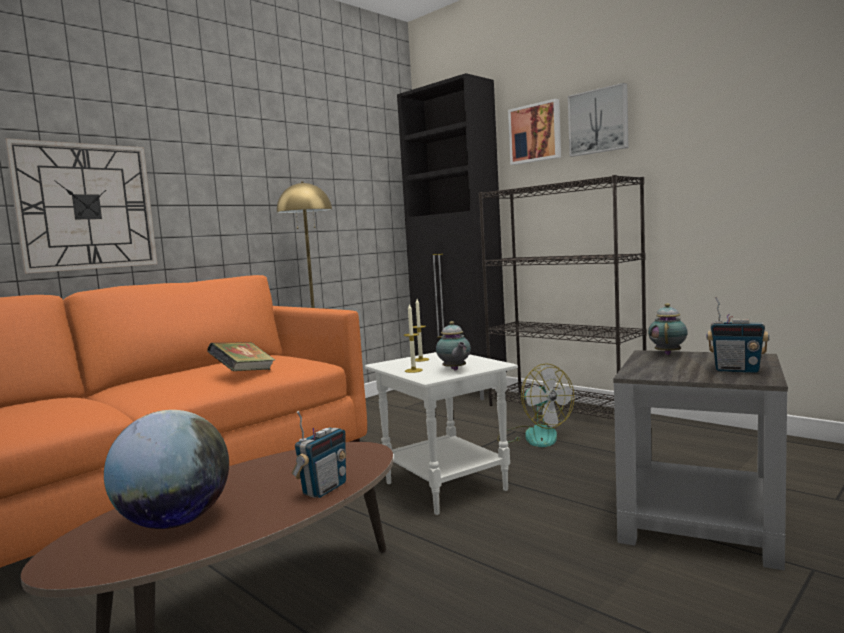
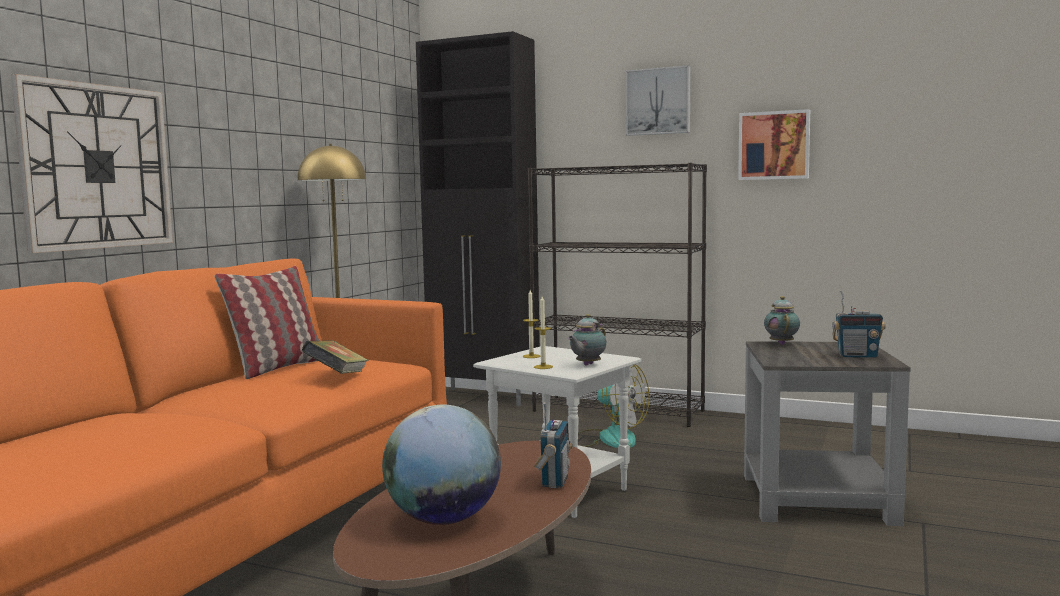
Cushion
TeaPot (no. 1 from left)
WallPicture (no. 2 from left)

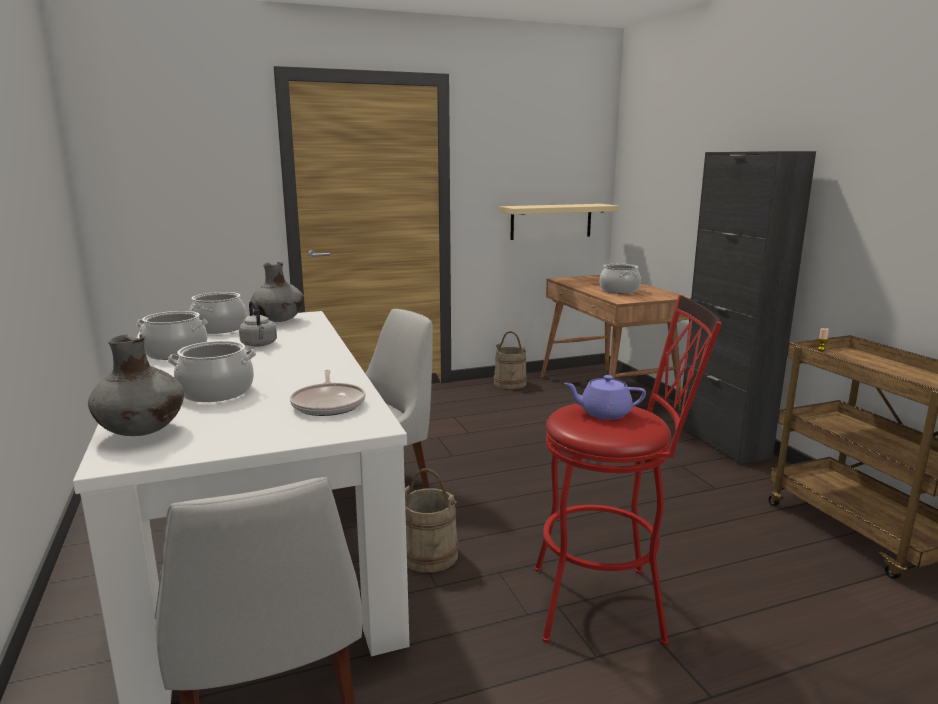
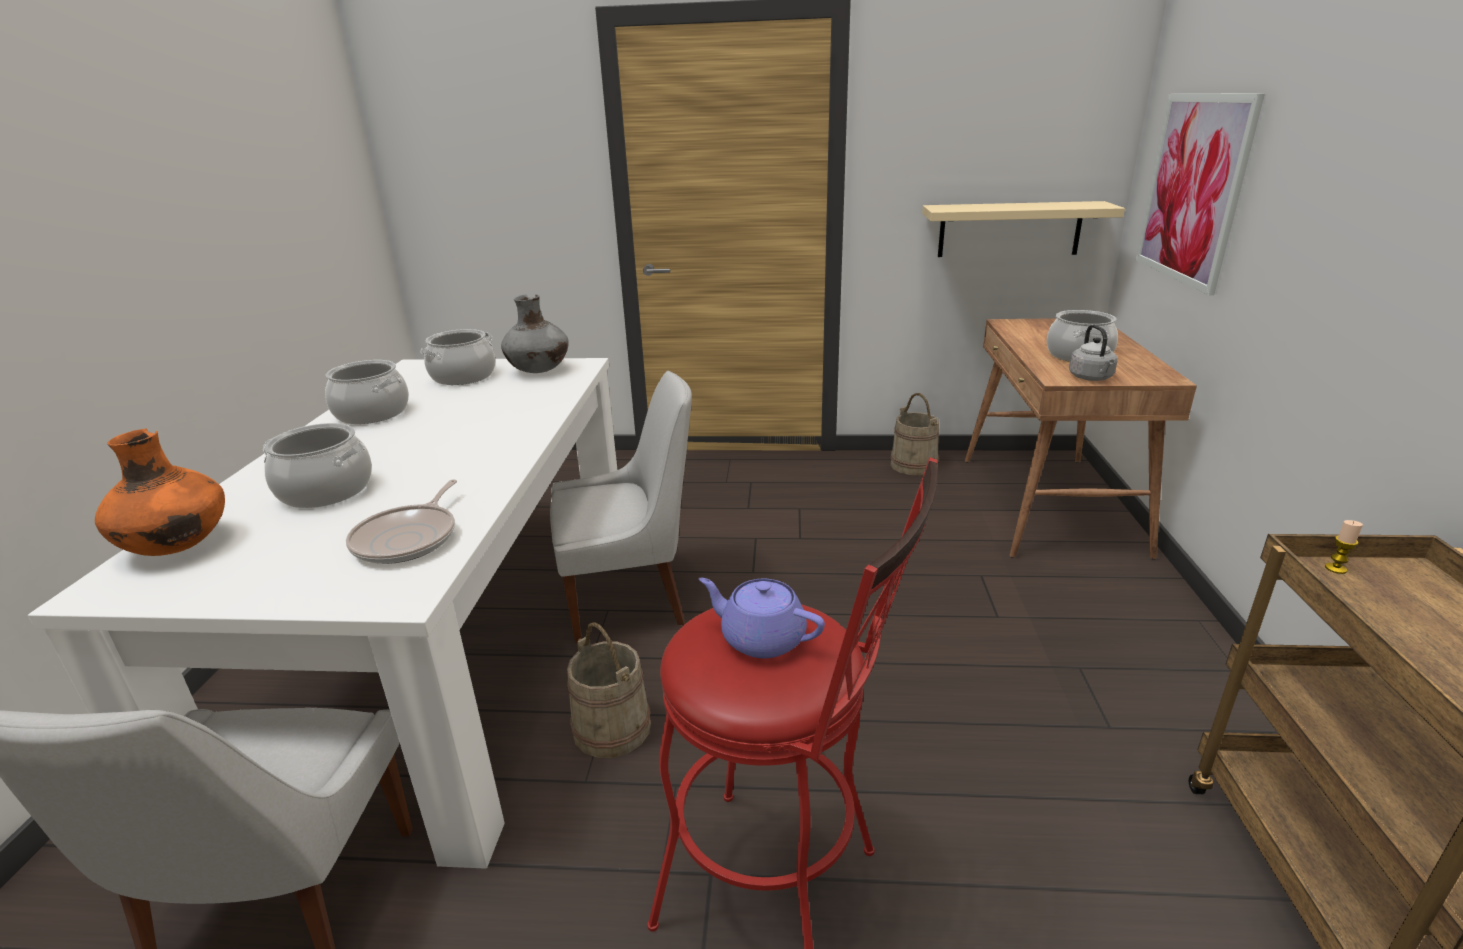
OrangeyFlowerVase
GreyishWaterKettle
WallPicture
BlackStorageCabinet

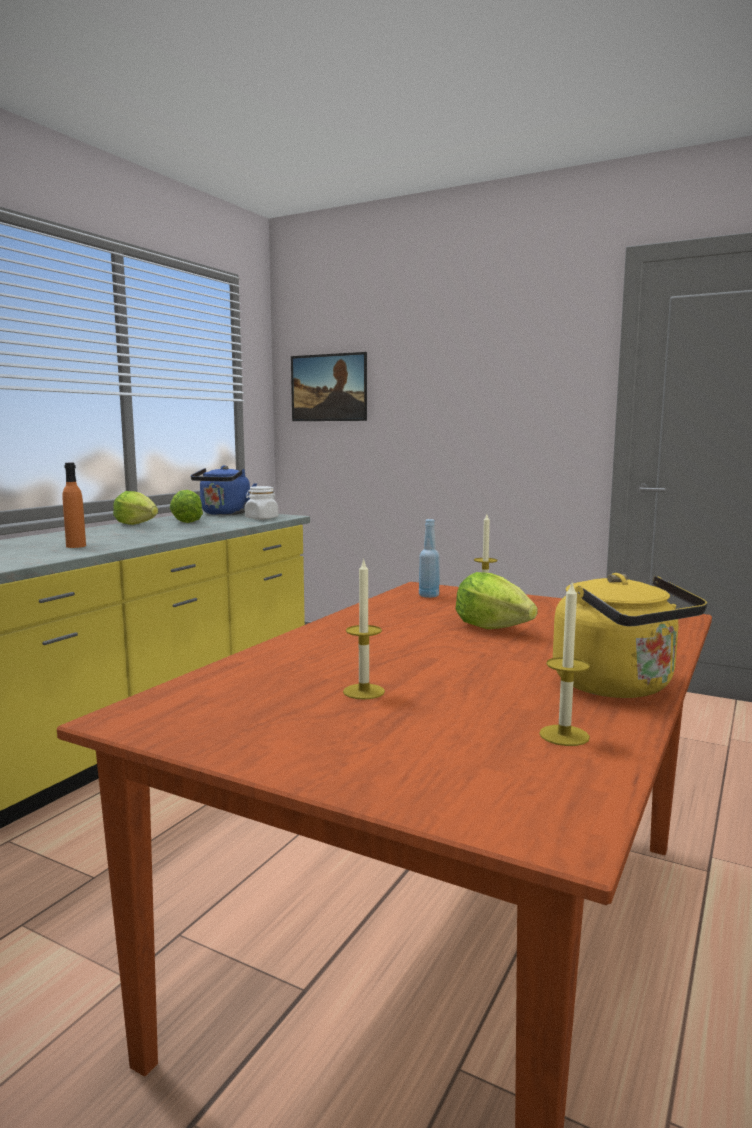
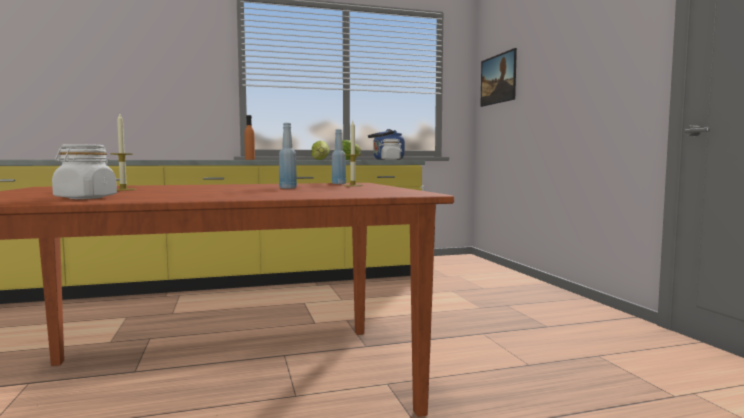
WhiteColouredJar (no. 1 from left)
BlueBeverageBottle (no. 1 from left)
YellowishWaterKettle

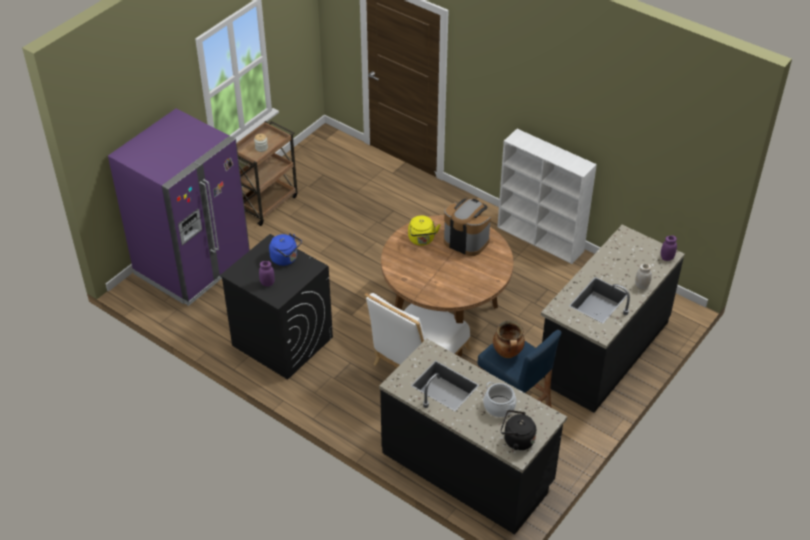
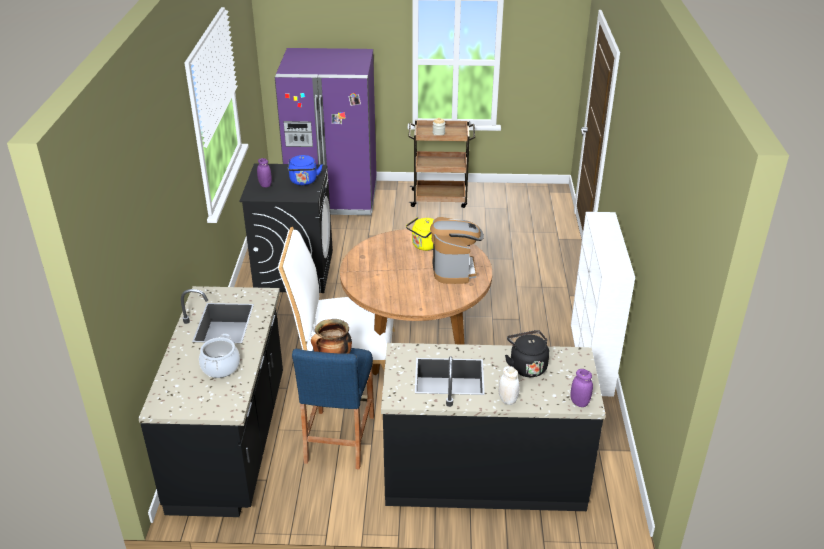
BlackWaterKettle

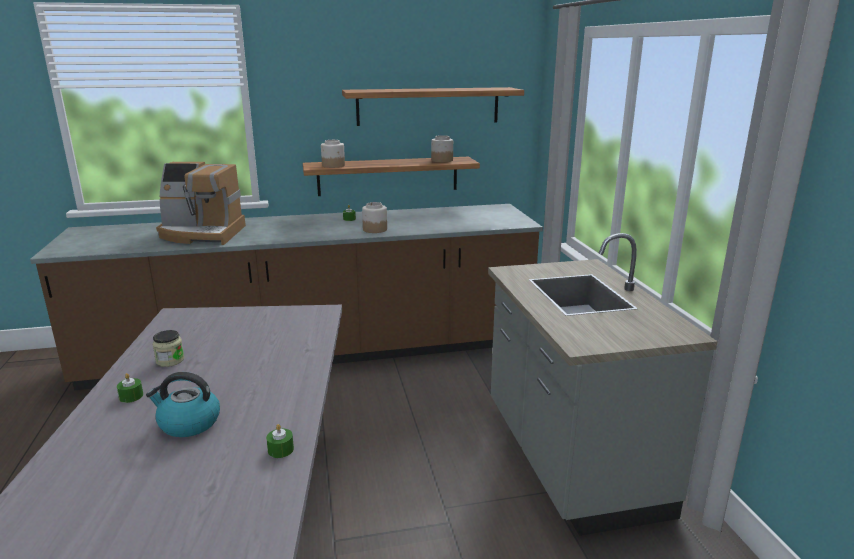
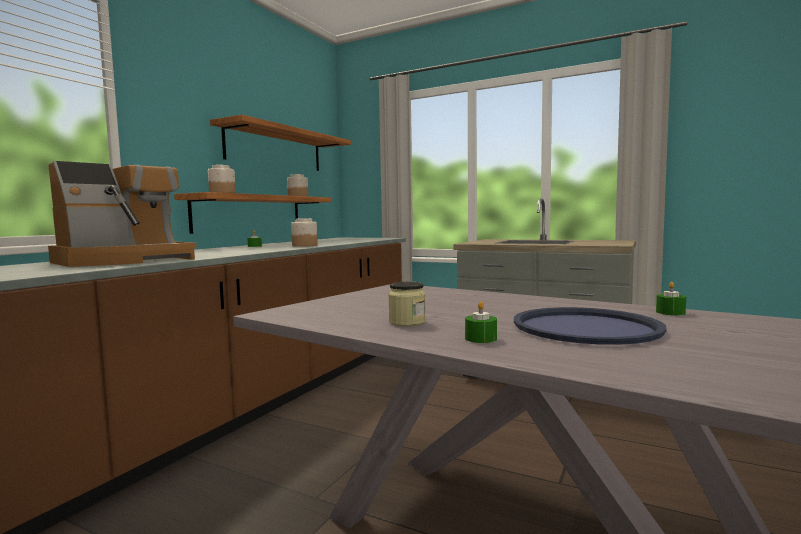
BlueCarryingTray

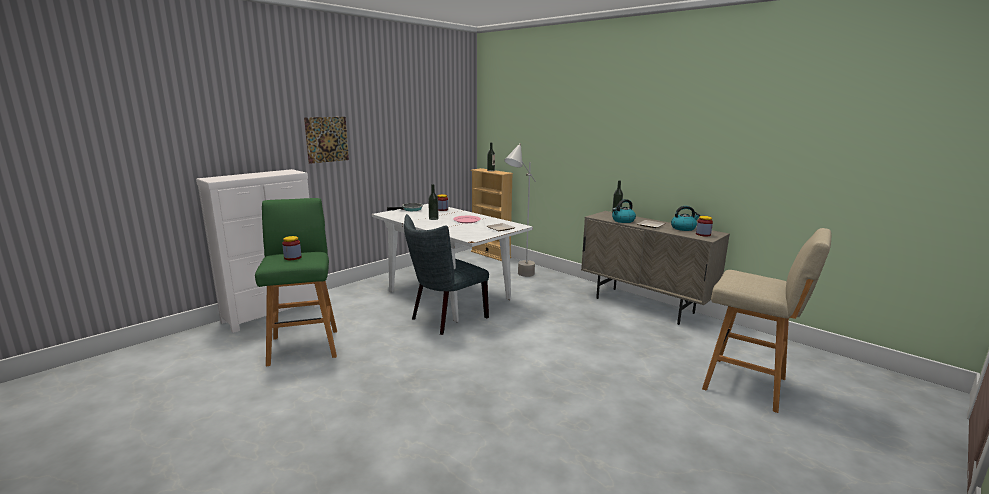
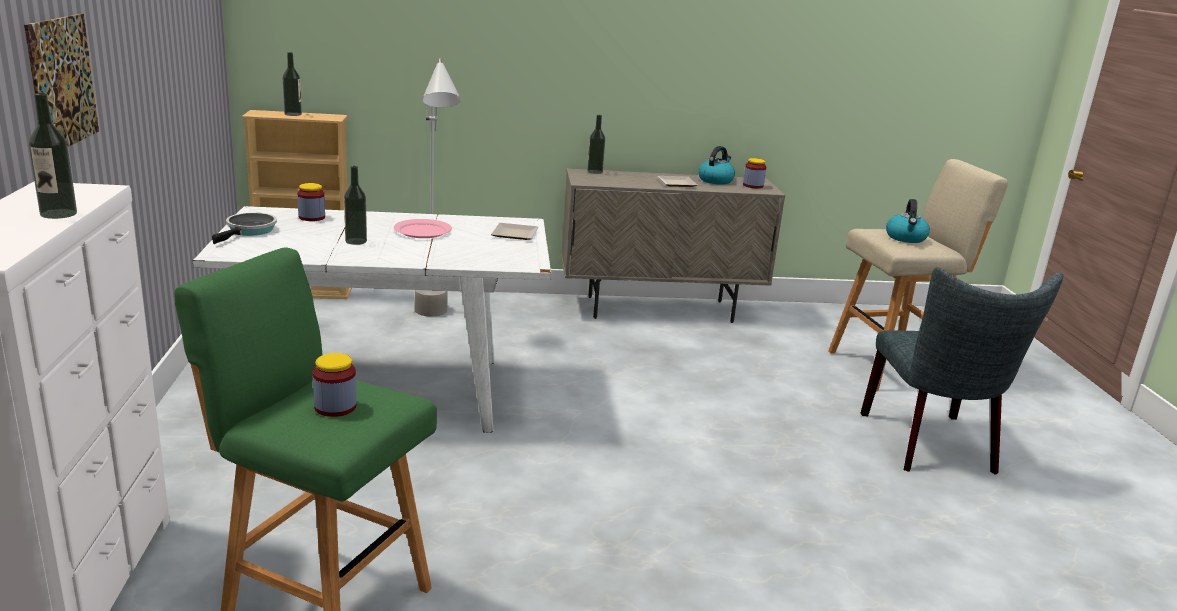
BeverageBottle (no. 1 from left)
GreyishUprightChair
WaterKettle (no. 2 from left)

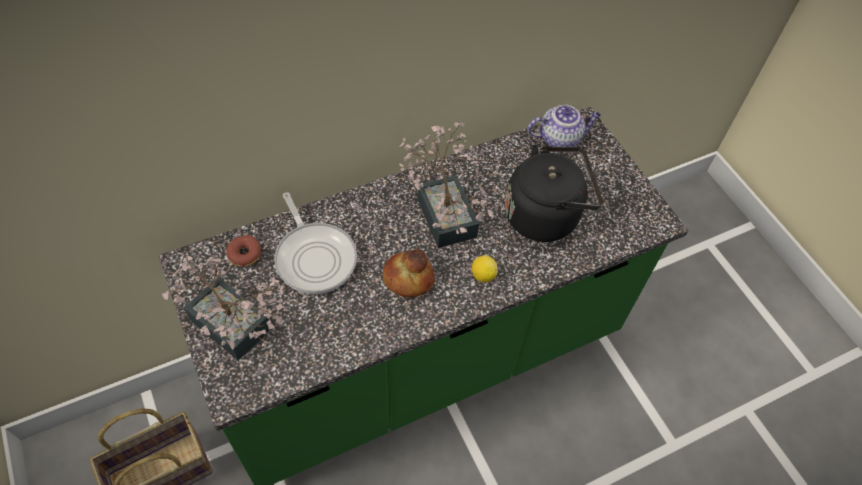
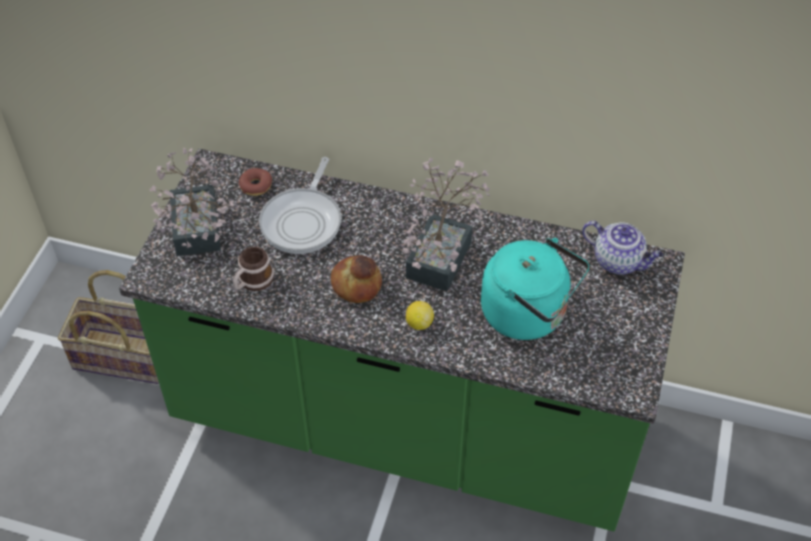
Mug
TurquoiseWaterKettle

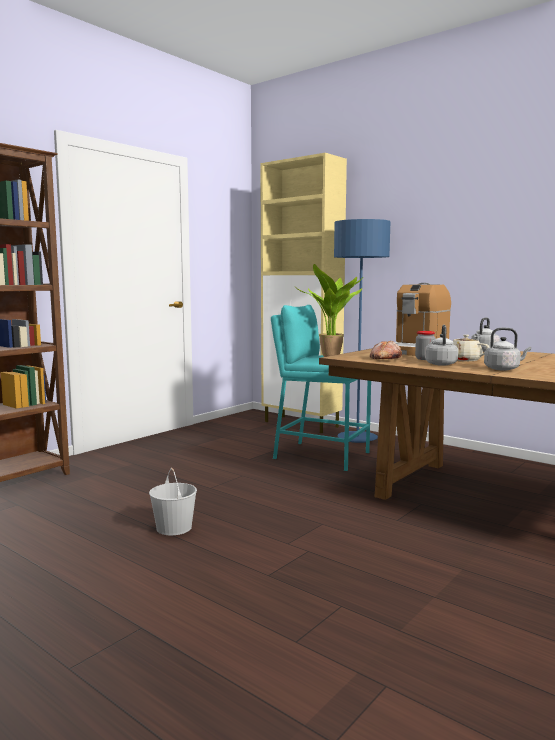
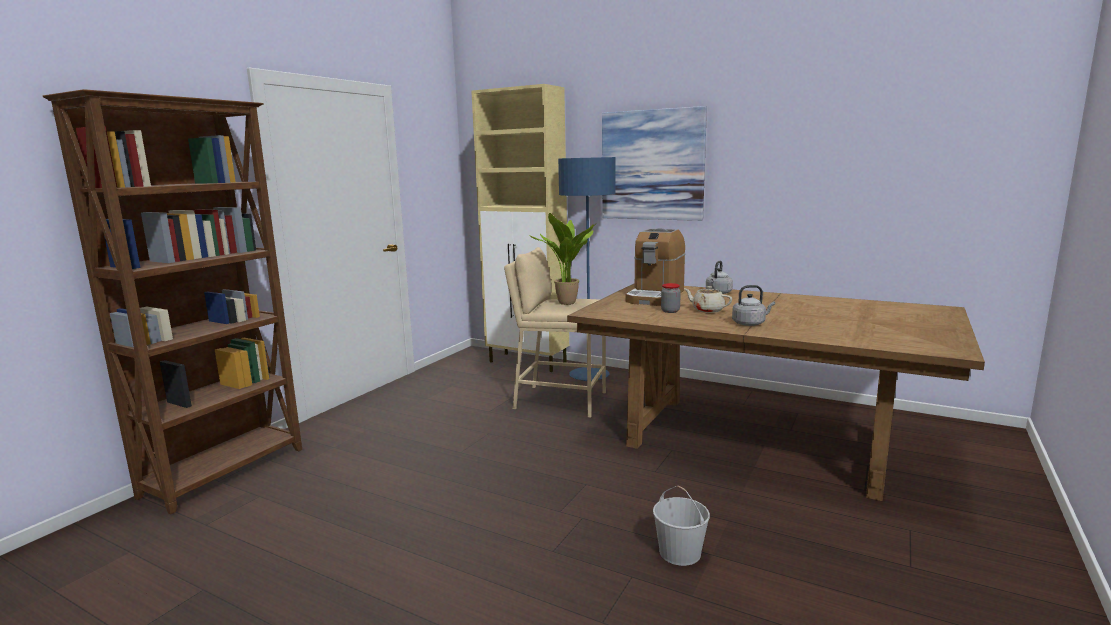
BeigeSittingStool
WallPicture
WhiteColouredWaterBucket
Bread
GreyishWaterKettle (no. 1 from left in the first image)

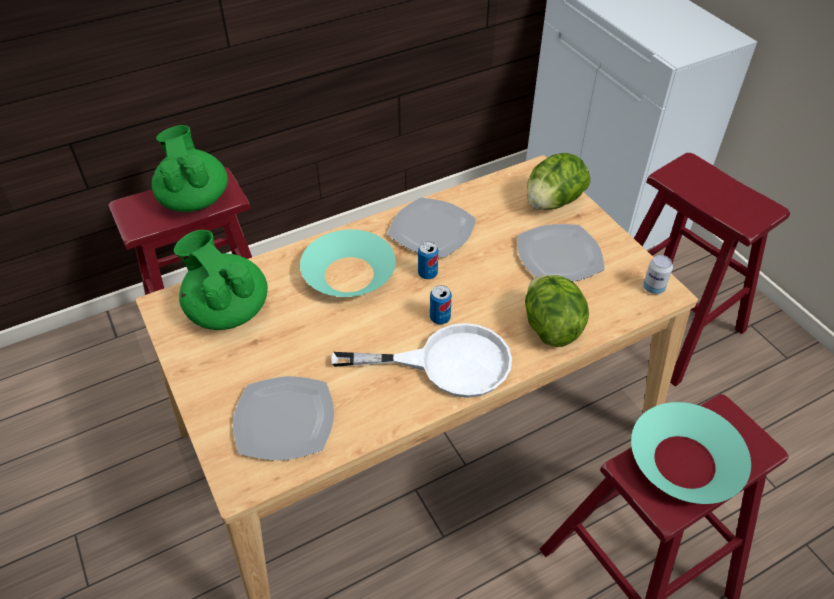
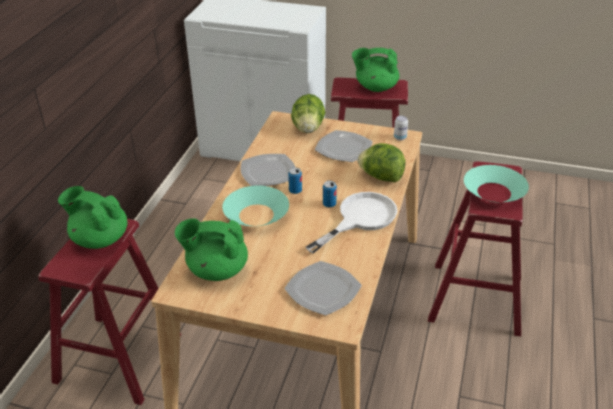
GreenColouredTeaPot (no. 3 from left)

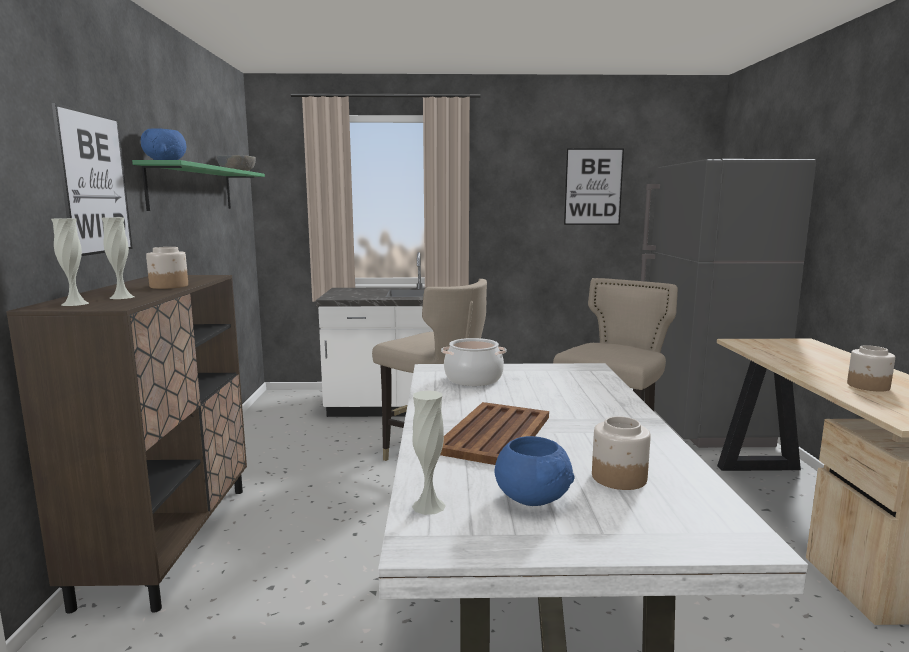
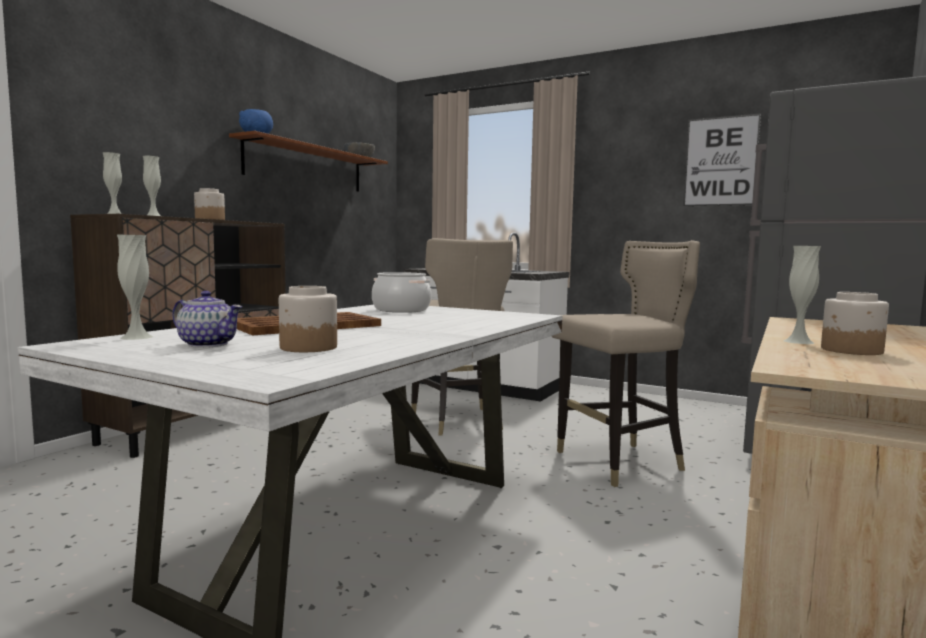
TeaPot
BrownWallShelf
WhiteColouredFlowerVase (no. 4 from left)
WallPicture (no. 1 from left in the first image)

